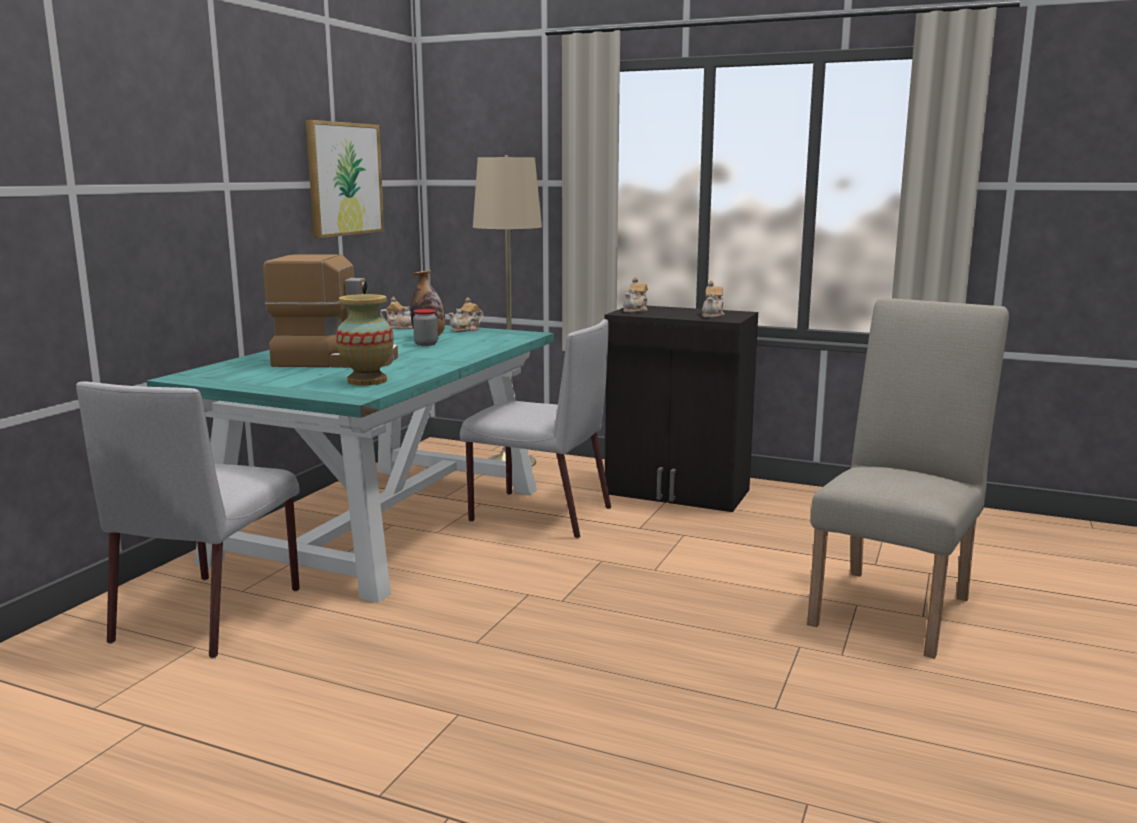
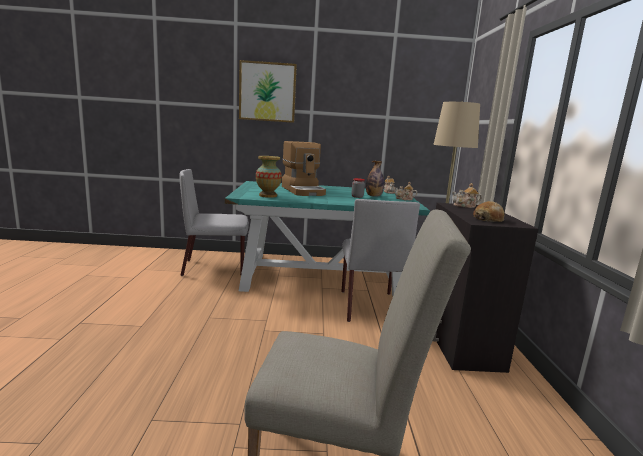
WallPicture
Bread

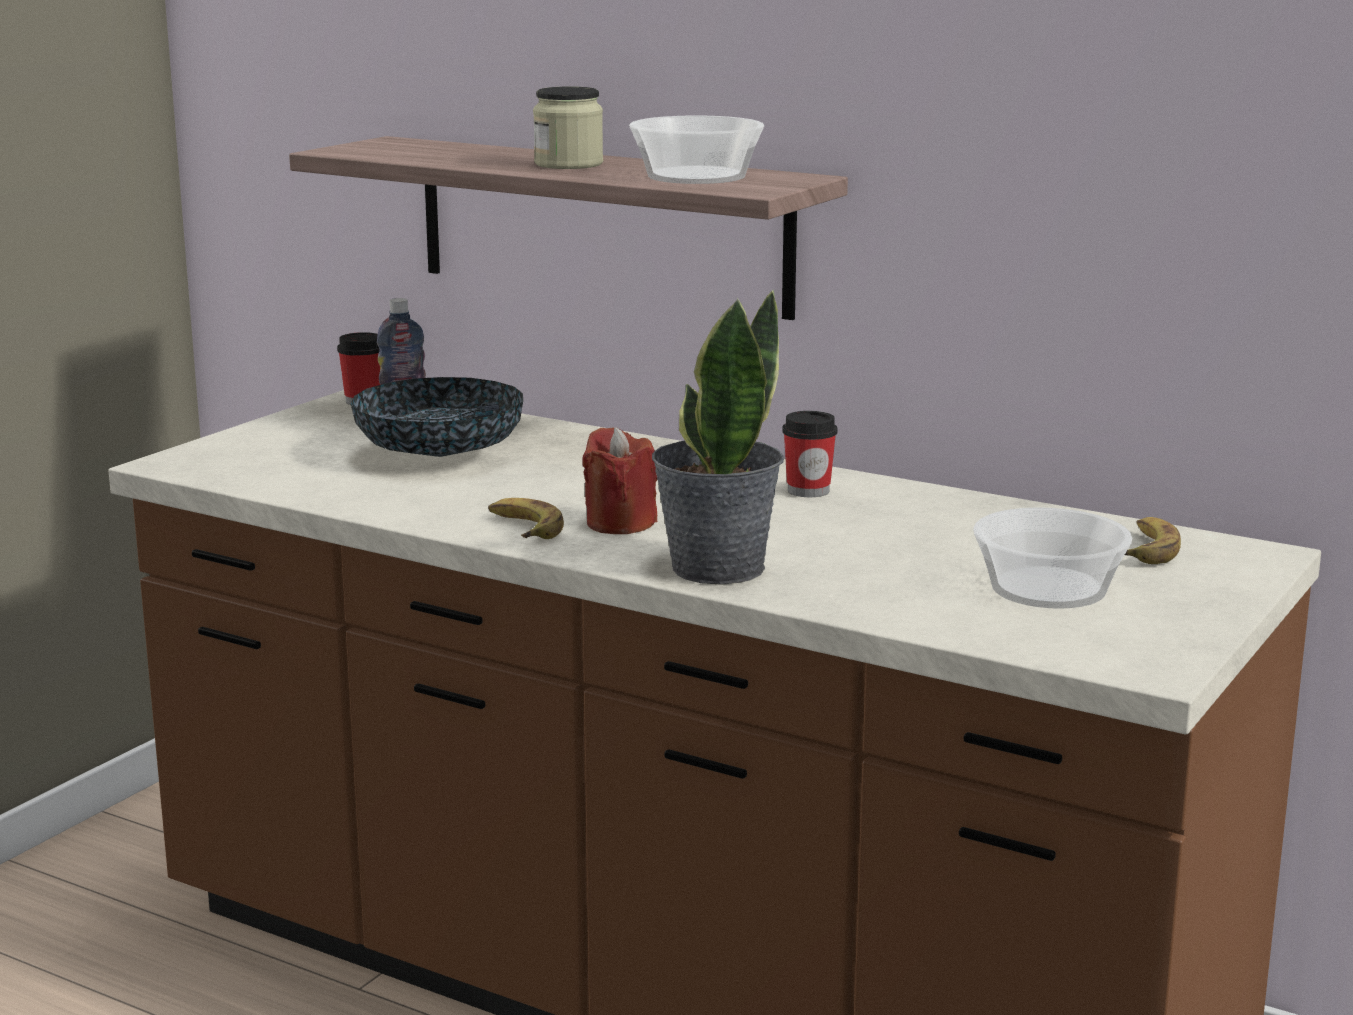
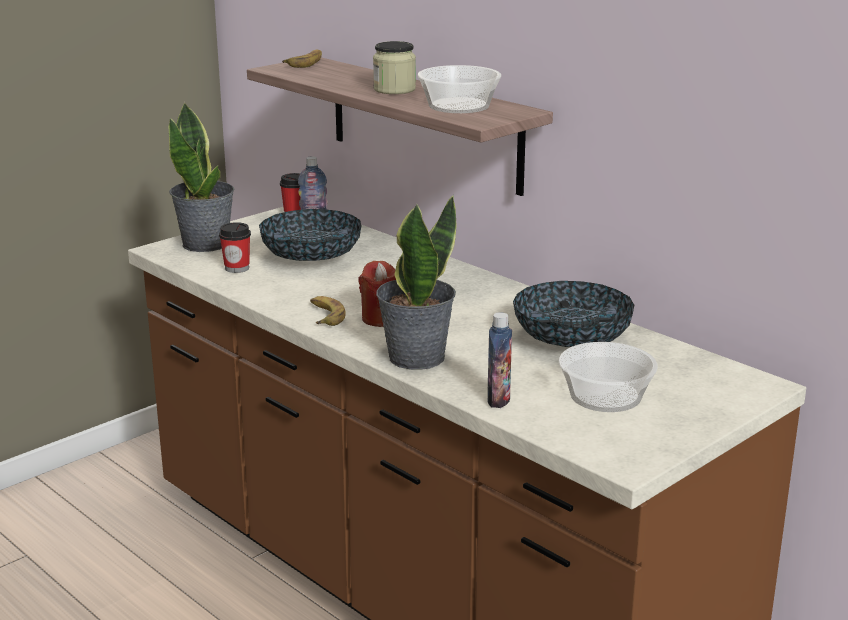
Houseplant (no. 1 from left)
SmallCup (no. 1 from left)
BananaFruit (no. 1 from left)
BeverageBottle (no. 2 from left)
Bowl (no. 3 from left)

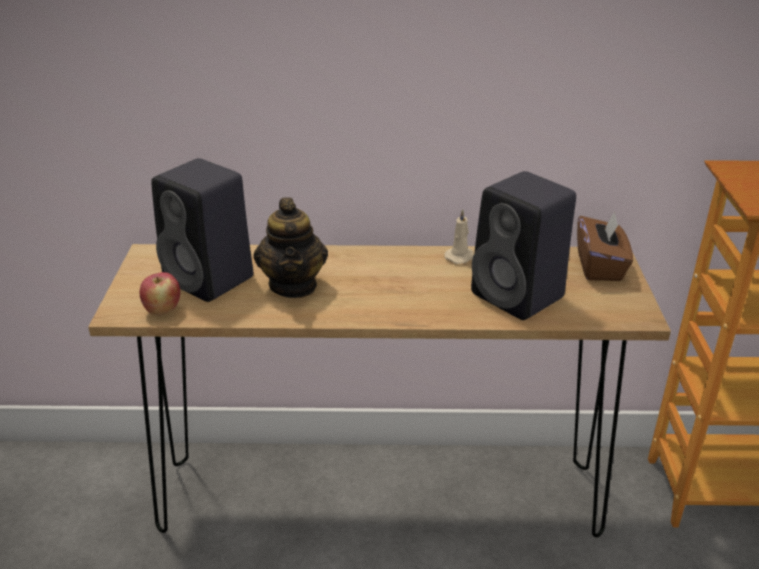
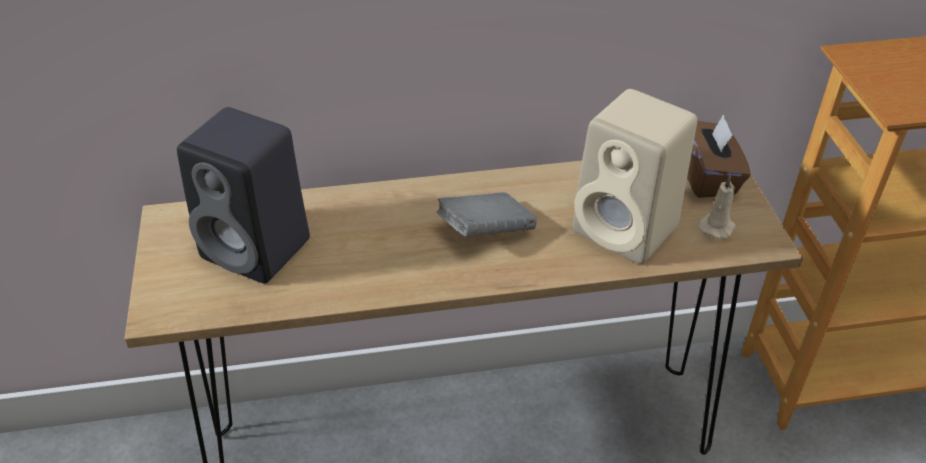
GreyishBoundBook
BeigeAudioSpeaker
BeigeWaxCandle
WholeApple
TeaPot

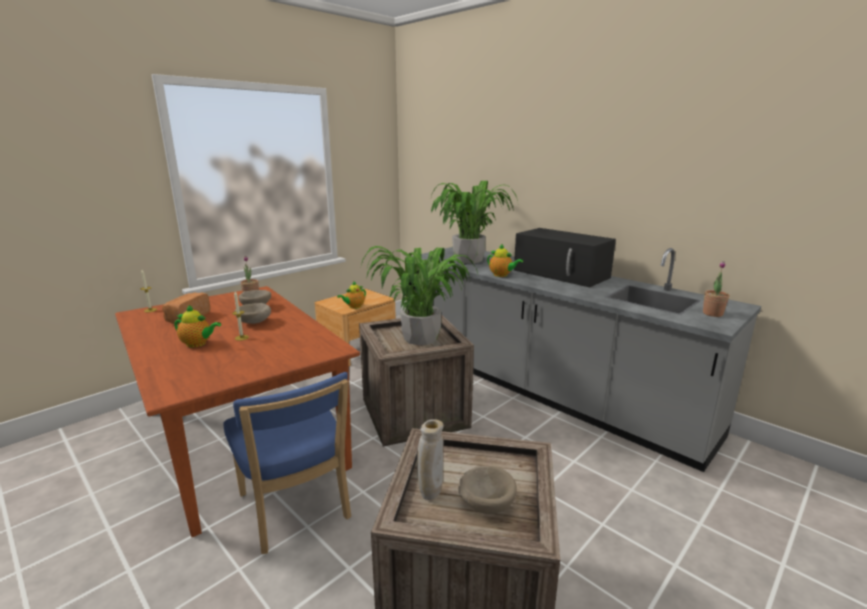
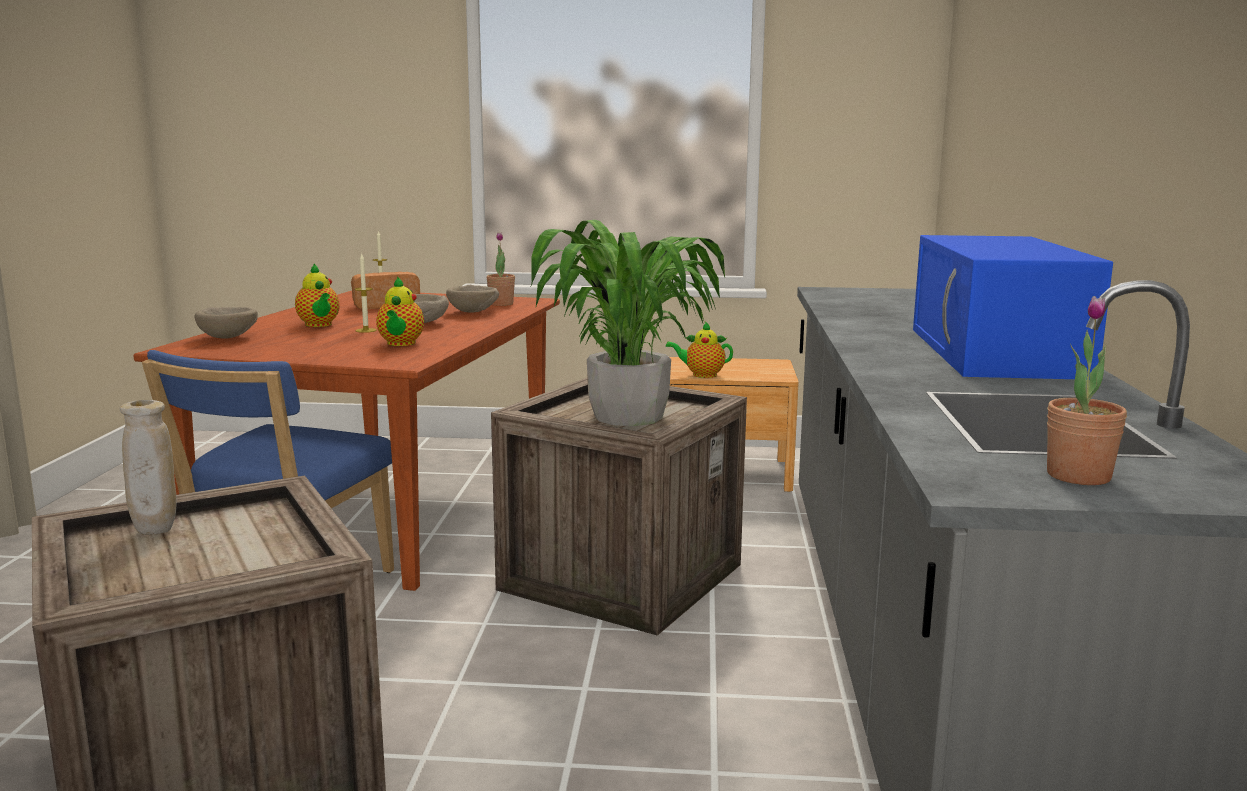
BeigeBowl (no. 1 from left)
TeaPot (no. 2 from left)
BlueKitchenMicrowave
Houseplant (no. 3 from left in the first image)

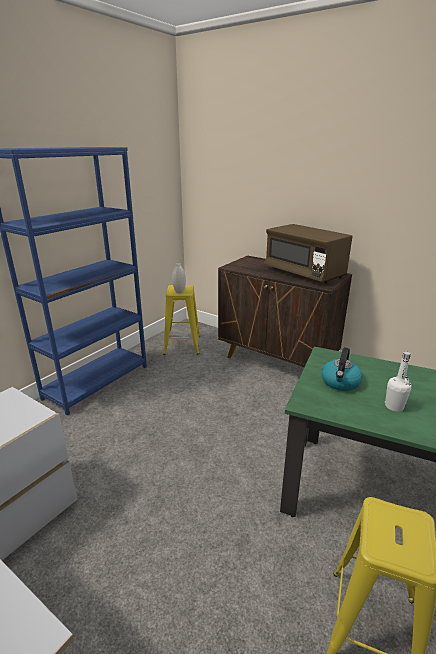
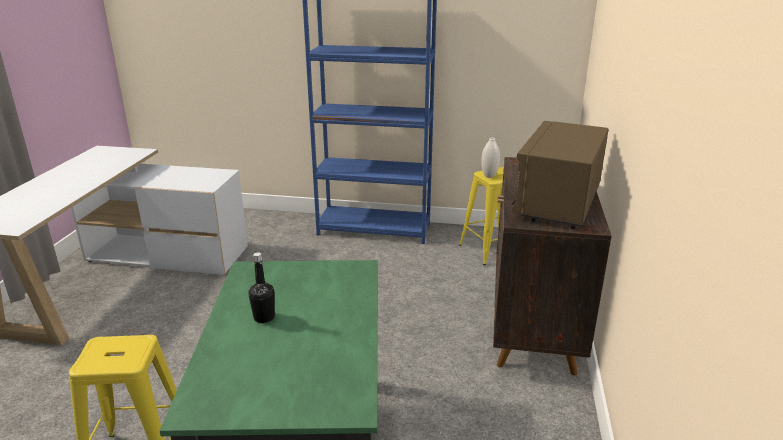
BlackBeverageBottle
WaterKettle

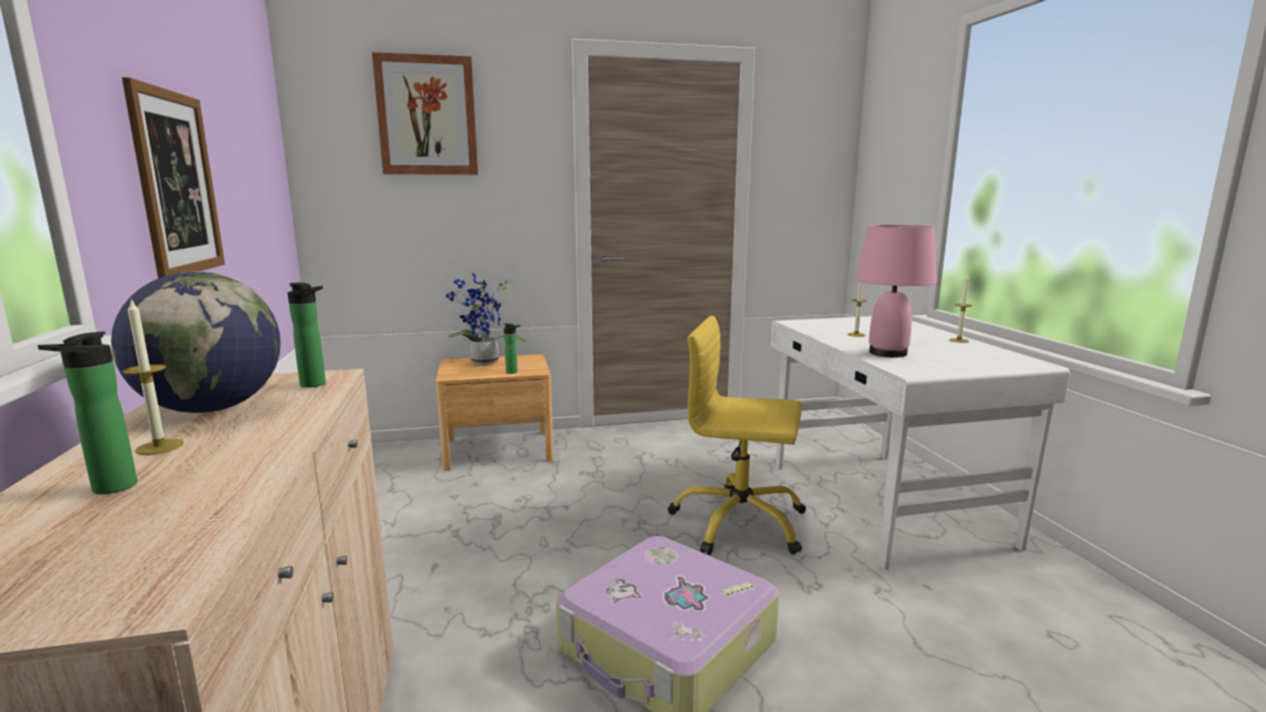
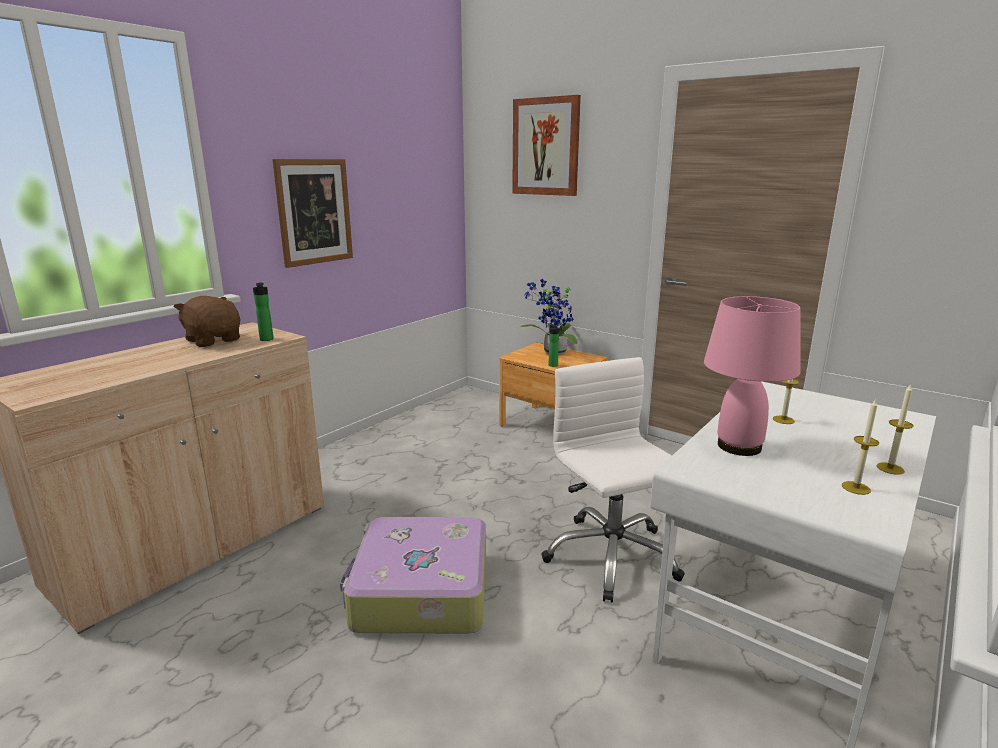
BrownCuddlyToy
WhiteColouredOfficeChair
WaxCandle (no. 2 from left)
BeverageBottle (no. 1 from left in the first image)

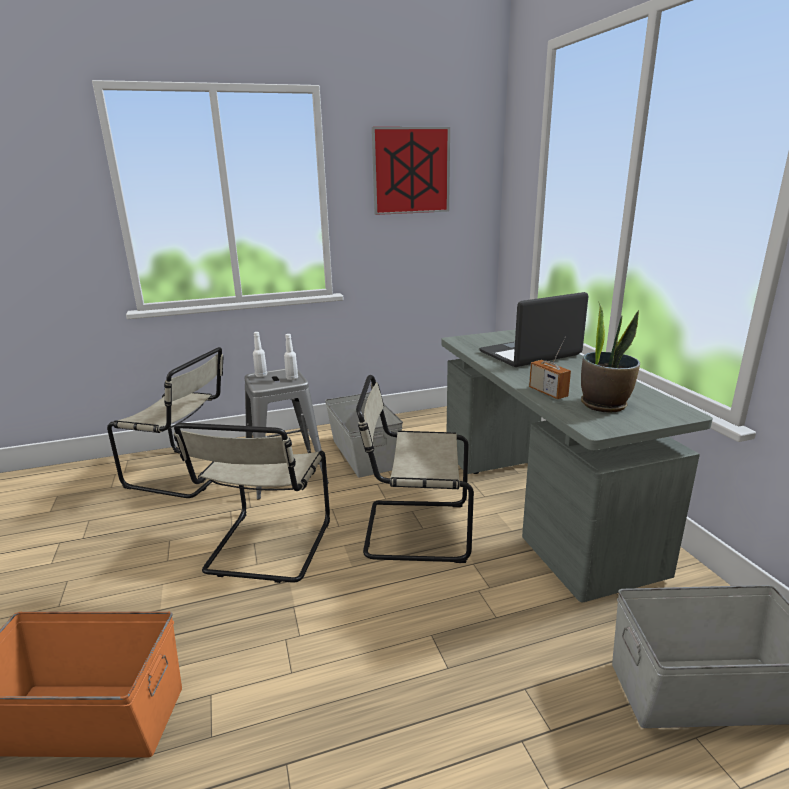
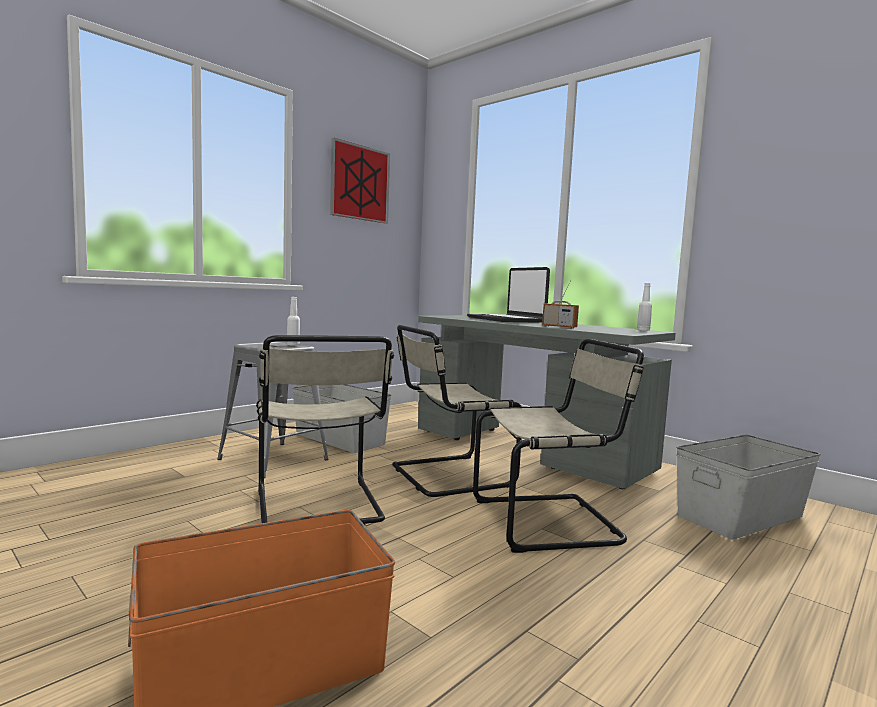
NotebookComputer
BeigeUprightChair (no. 3 from left)
WhiteColouredBeverageBottle (no. 2 from left)
Houseplant

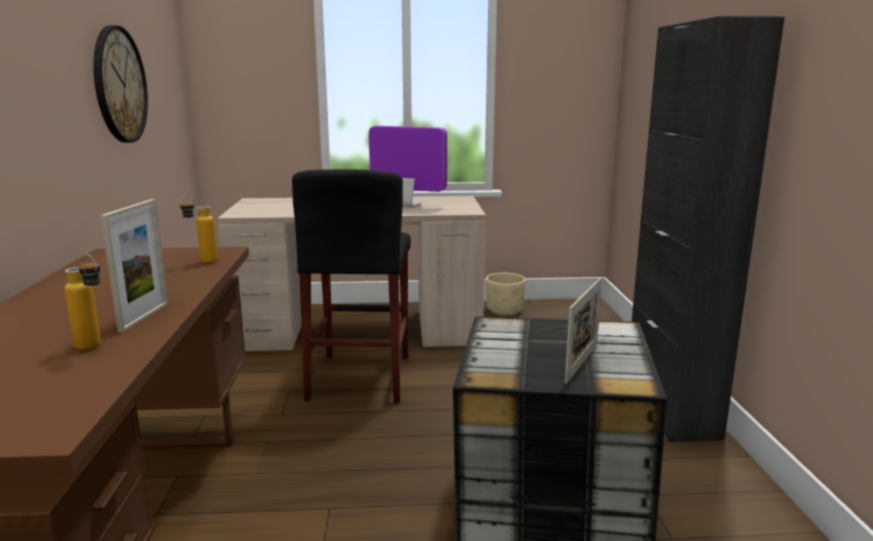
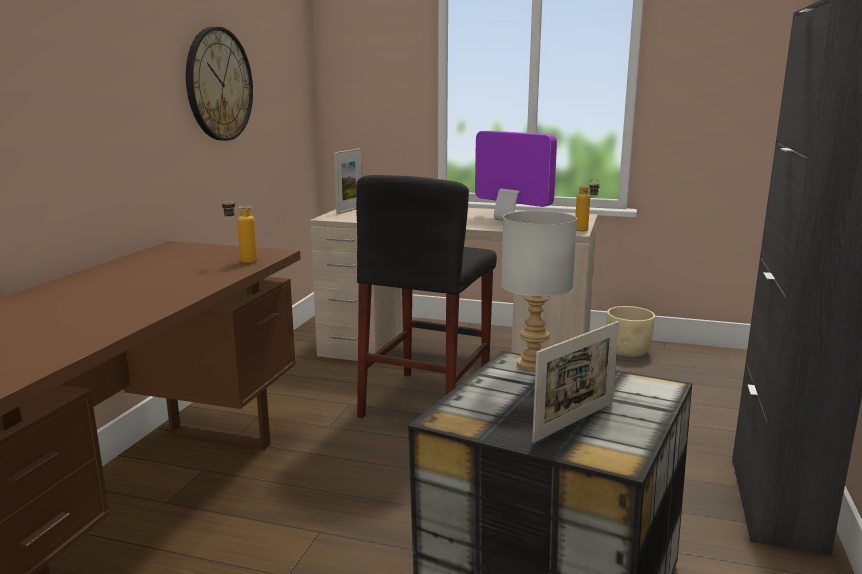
PhotoFrame (no. 1 from left)
GreyishTableLamp
BeverageBottle (no. 2 from left)

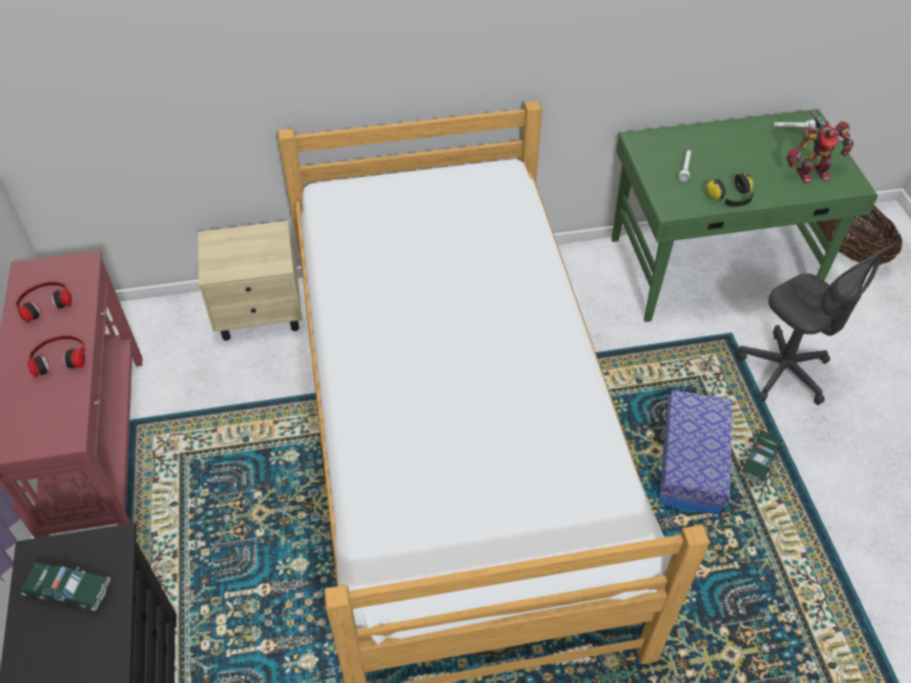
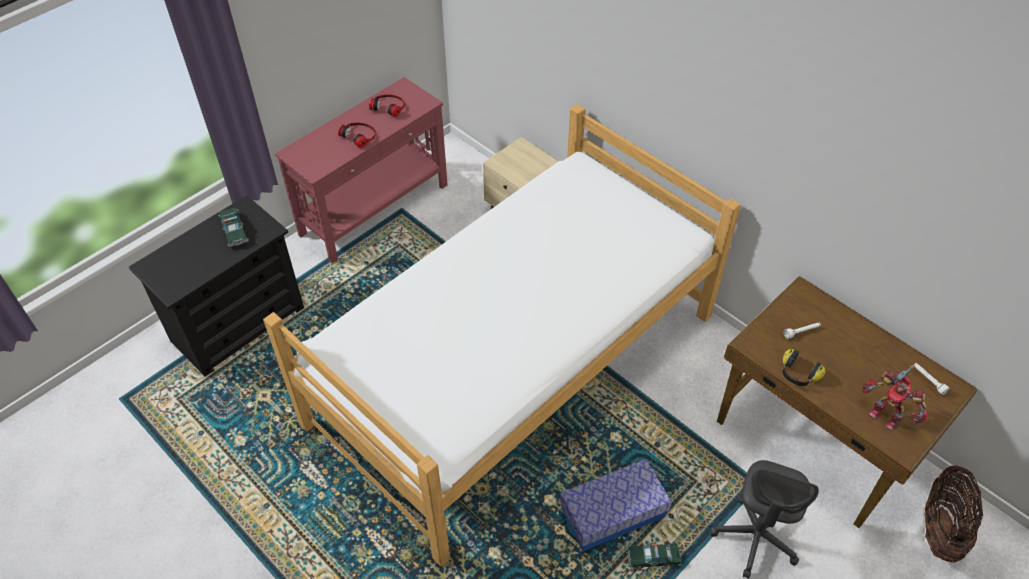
BrownDesk

